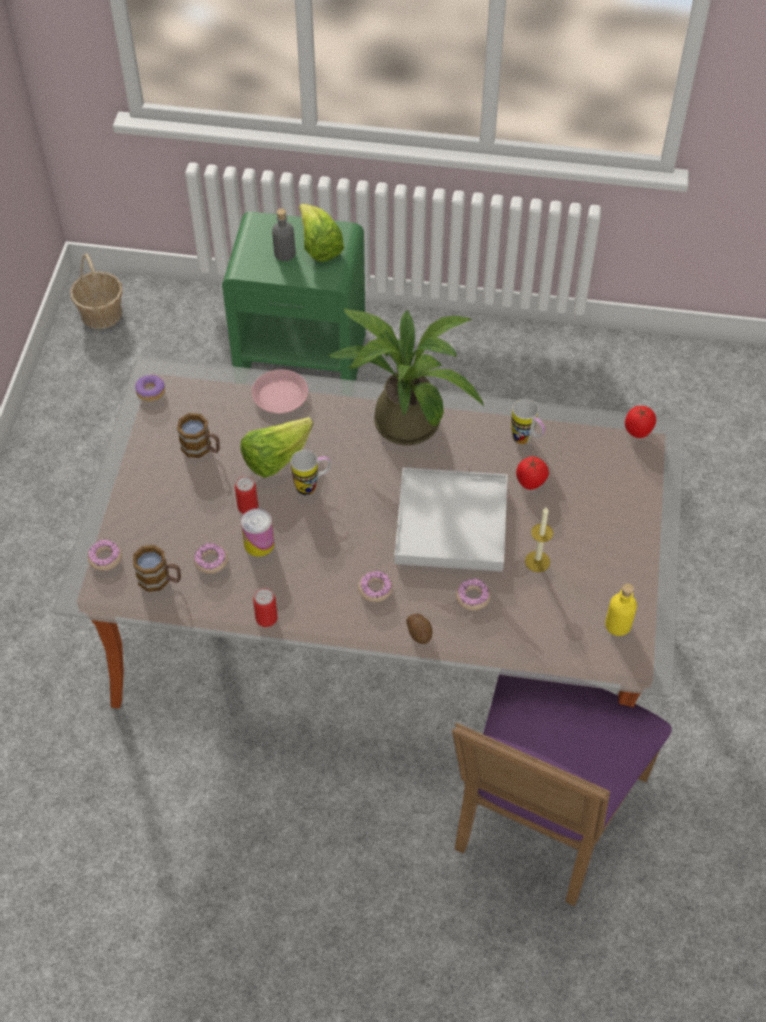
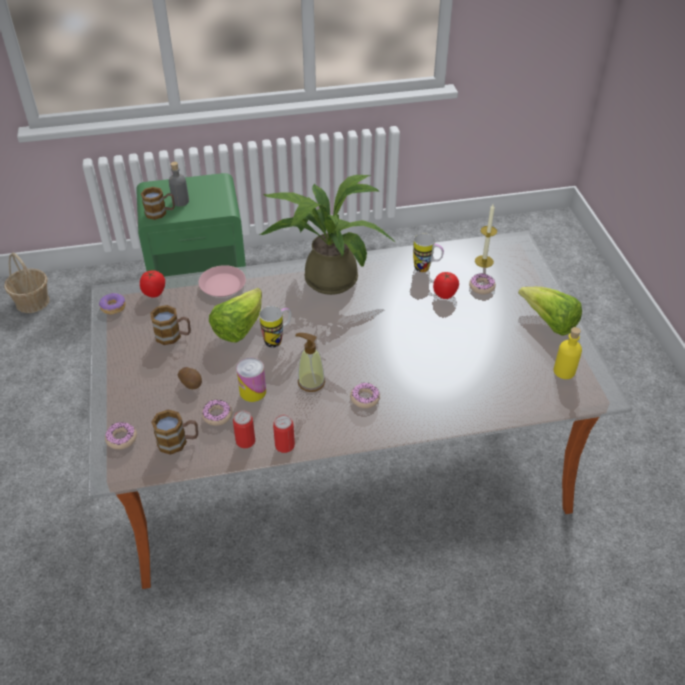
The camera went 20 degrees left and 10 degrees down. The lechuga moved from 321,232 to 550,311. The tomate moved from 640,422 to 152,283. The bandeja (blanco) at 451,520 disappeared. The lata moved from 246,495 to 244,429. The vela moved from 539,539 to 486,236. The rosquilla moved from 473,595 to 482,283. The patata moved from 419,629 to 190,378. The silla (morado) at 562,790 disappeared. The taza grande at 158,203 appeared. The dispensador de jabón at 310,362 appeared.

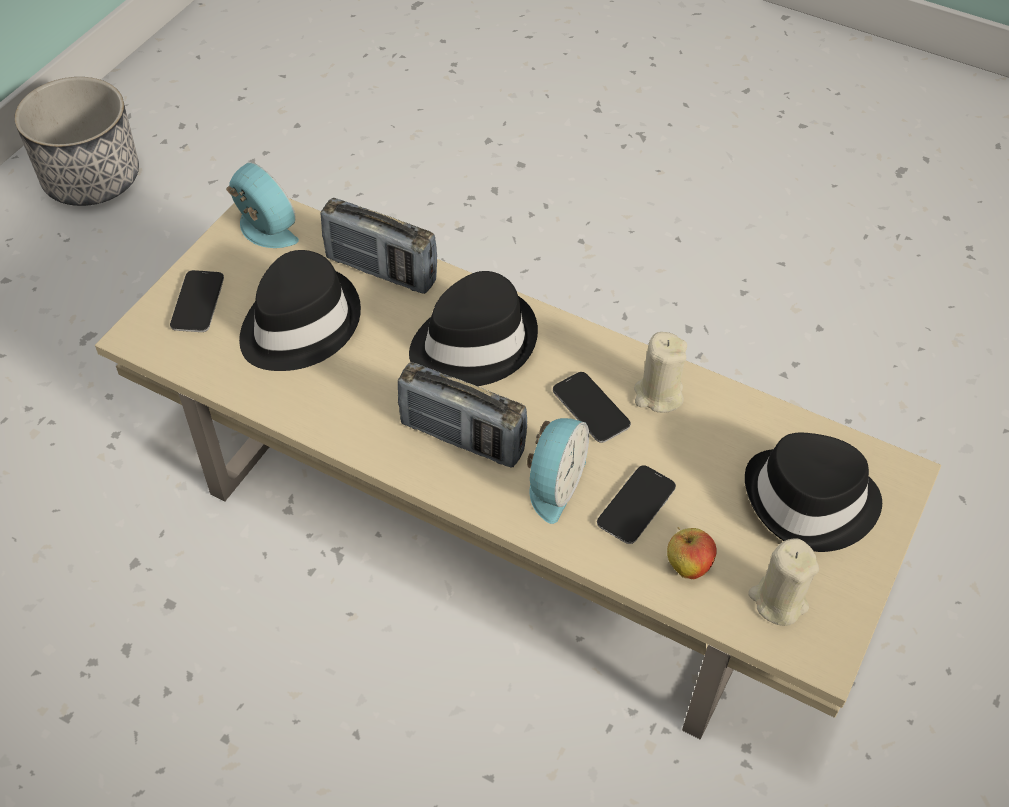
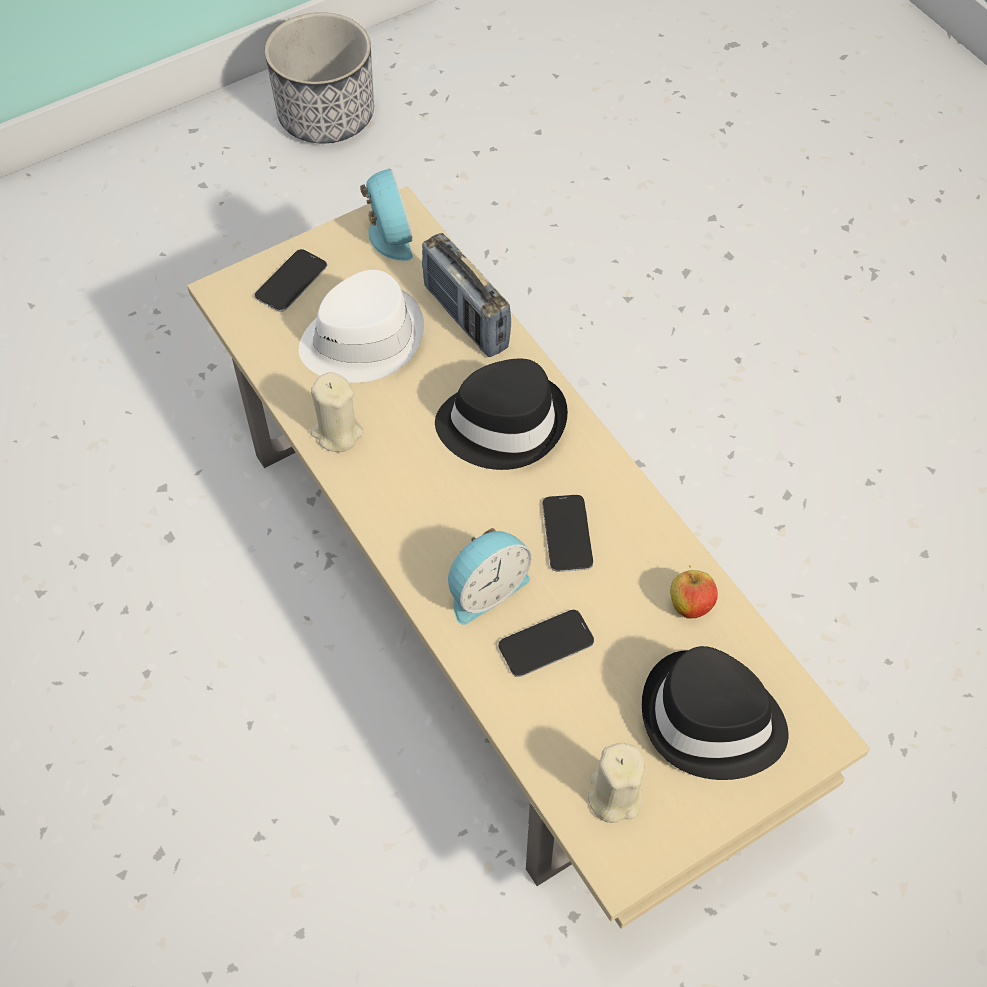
The camera went 30 degrees right and 5 degrees up. The sombrero (negro) at 300,310 became the sombrero (blanco) at 361,326. The vela (beis) moved from 660,372 to 336,412. The radio at 462,415 disappeared. The manzana moved from 692,553 to 694,591.

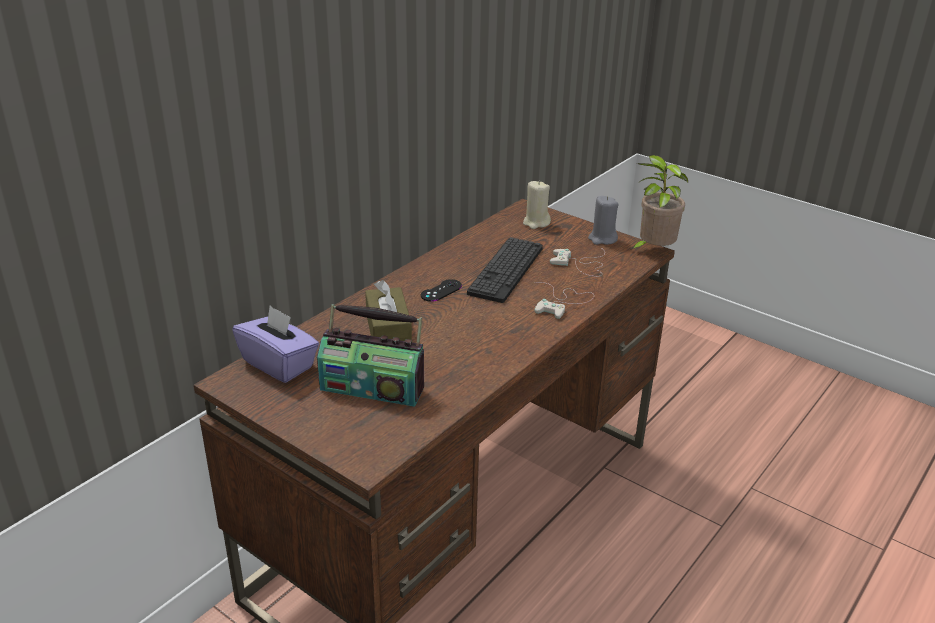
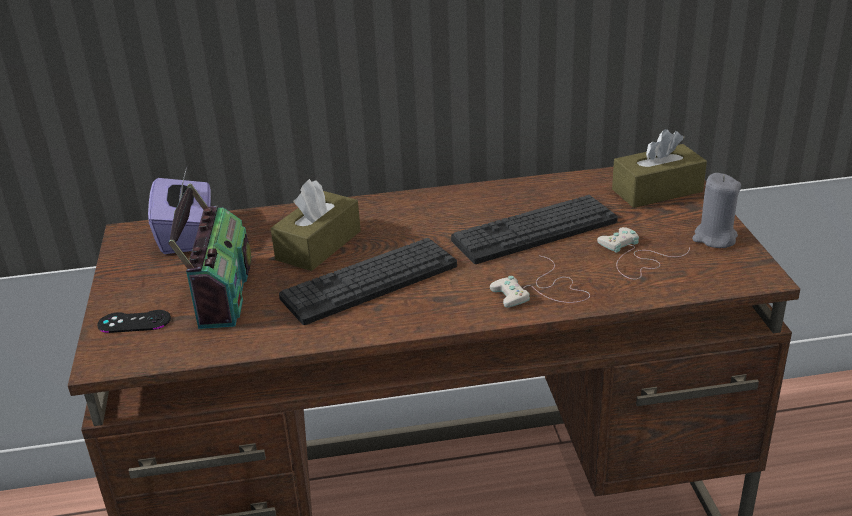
The camera went 45 degrees right and 0 degrees up. The planta en maceta at 659,202 disappeared. The vela (beis) at 537,205 was replaced by the caja de pañuelos (marrón) at 659,168. The mando de consola (negro) moved from 441,290 to 134,321. The radio at 370,355 turned 150 degrees counterclockwise. The teclado at 368,281 appeared.

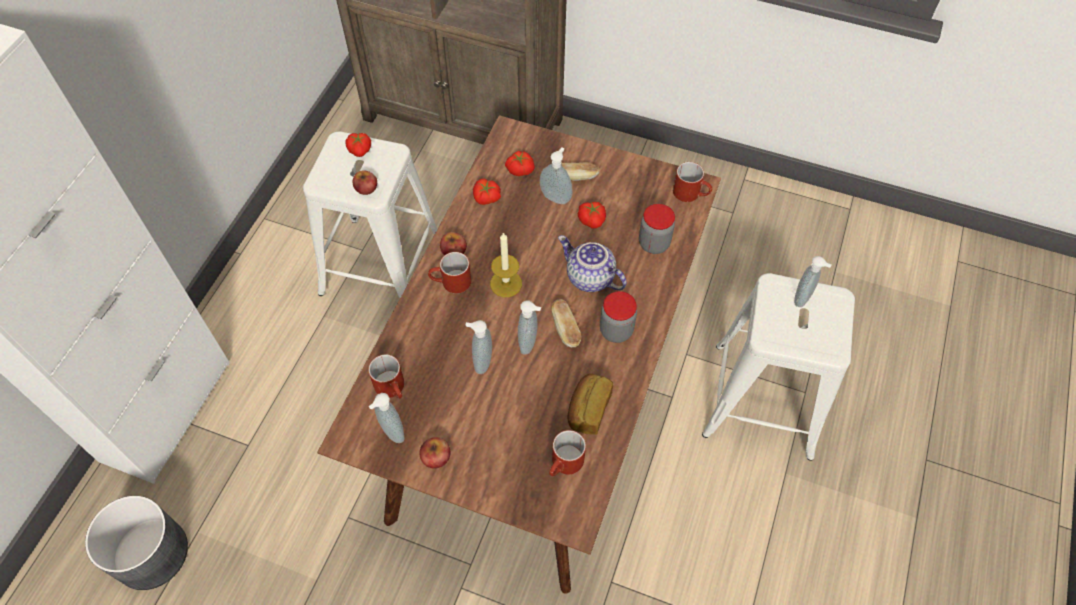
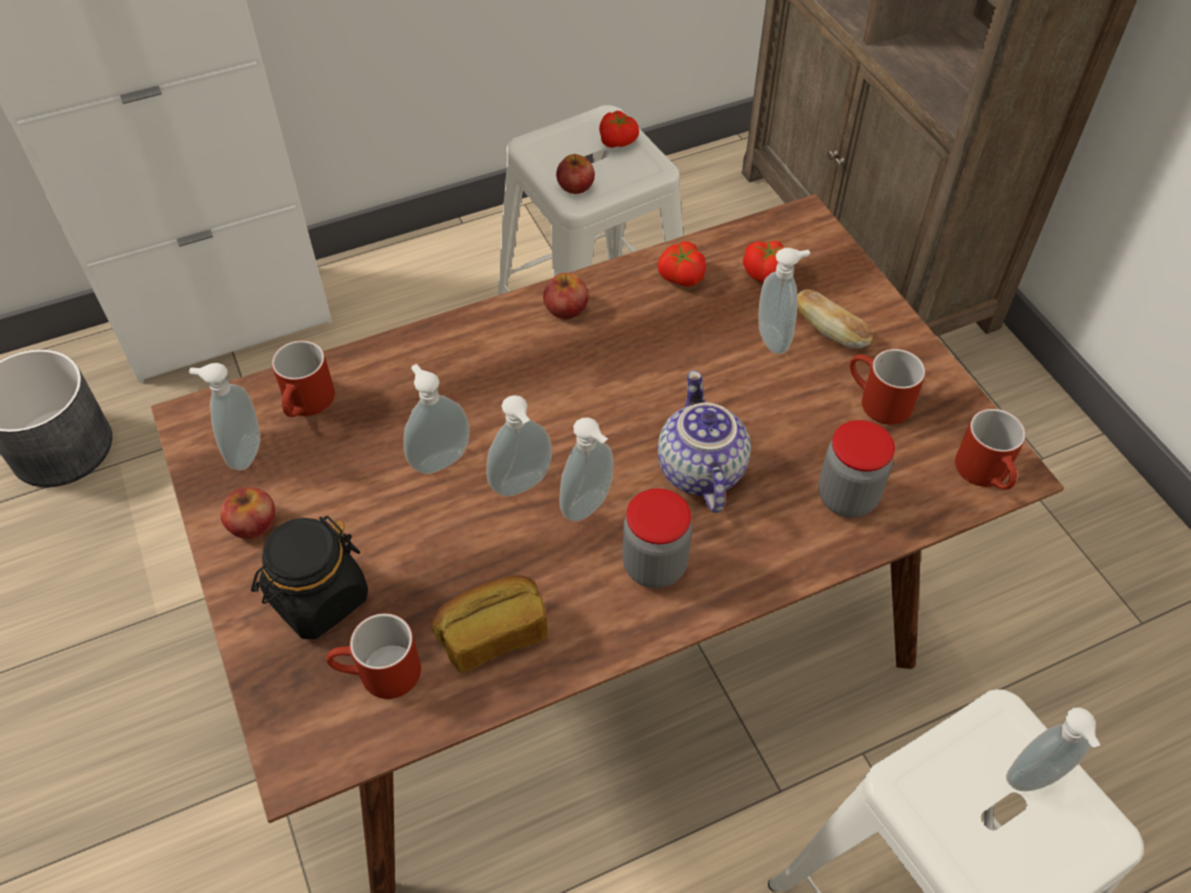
The camera went 45 degrees right and 5 degrees down. The tomate at 592,215 disappeared. The vela at 506,264 disappeared. The taza grande (rojo) moved from 449,273 to 888,387. The pan at 566,323 was replaced by the dispensador de jabón at 586,469. The tarro (negro) at 309,577 appeared.

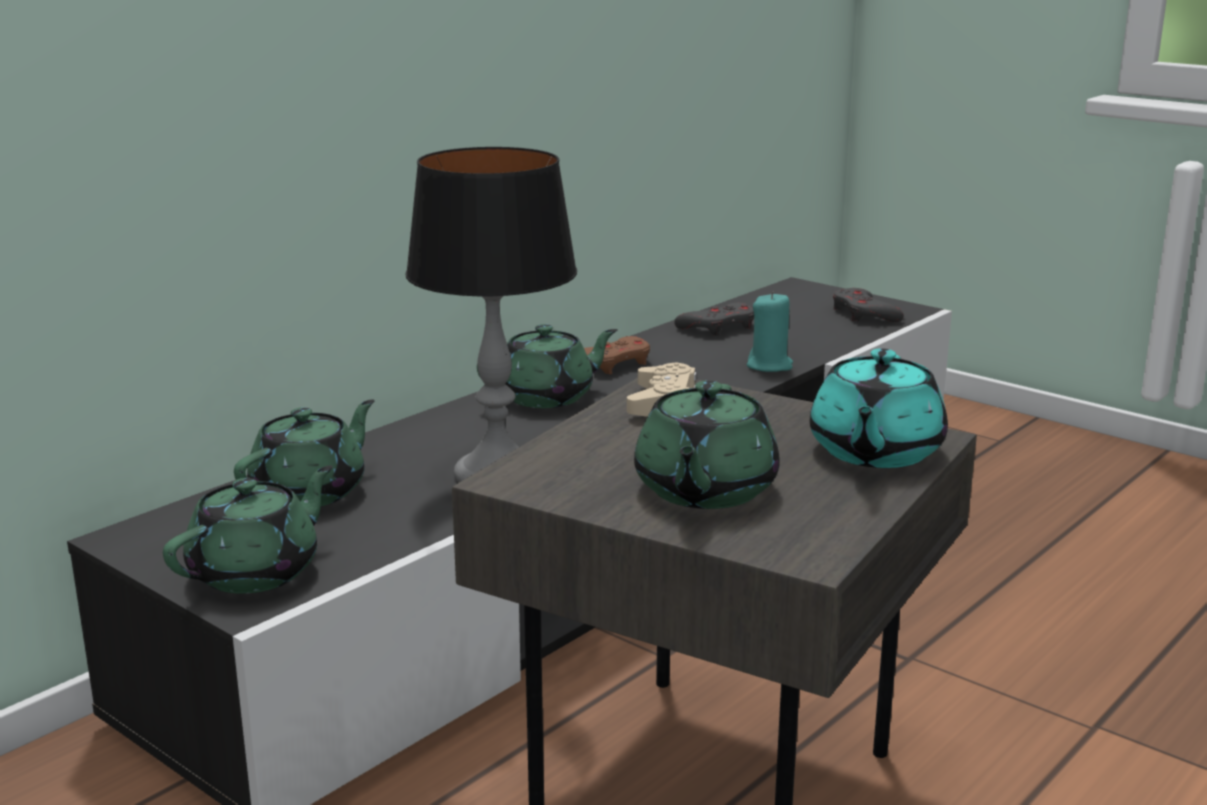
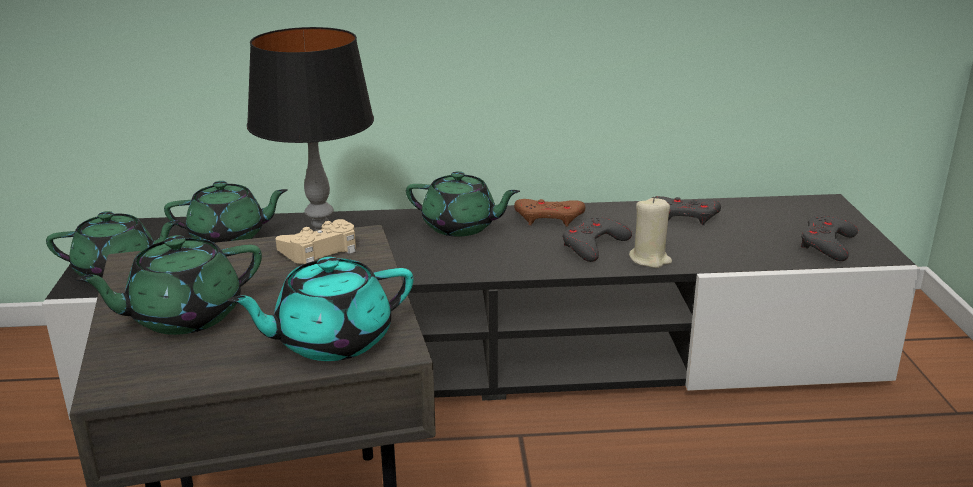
The camera went 45 degrees right and 5 degrees up. The vela (turquesa) at 770,332 became the vela (beis) at 650,232. The mando de consola (gris) at 597,239 appeared.

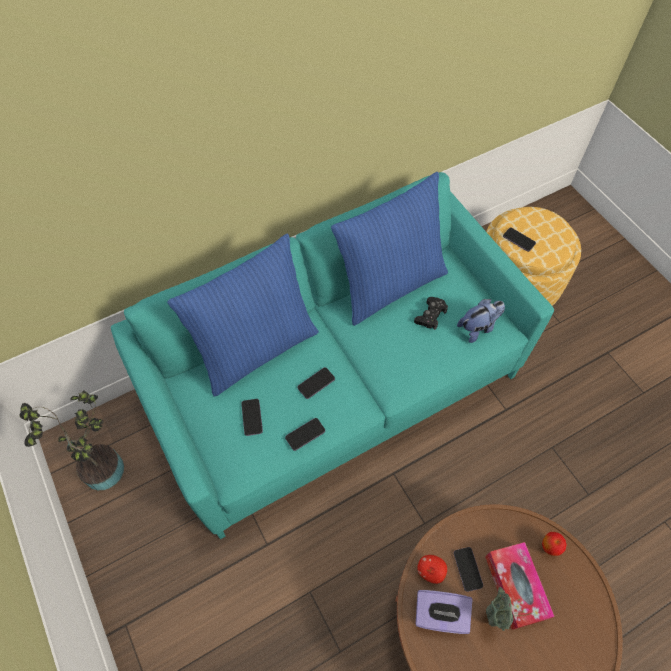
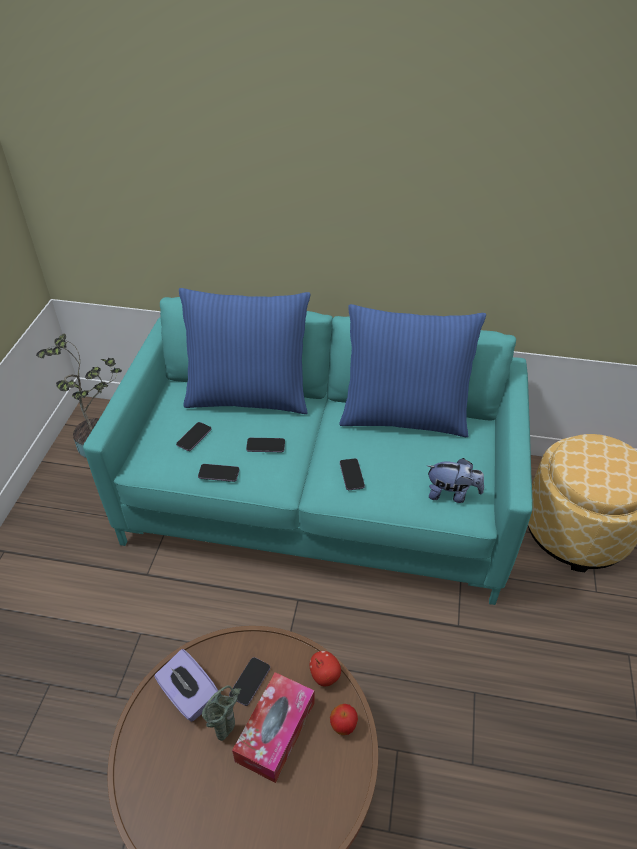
The camera went 40 degrees right and 15 degrees down. The móvil moved from 519,240 to 352,474. The mando de consola (negro) at 431,313 disappeared. The manzana moved from 432,569 to 325,668.

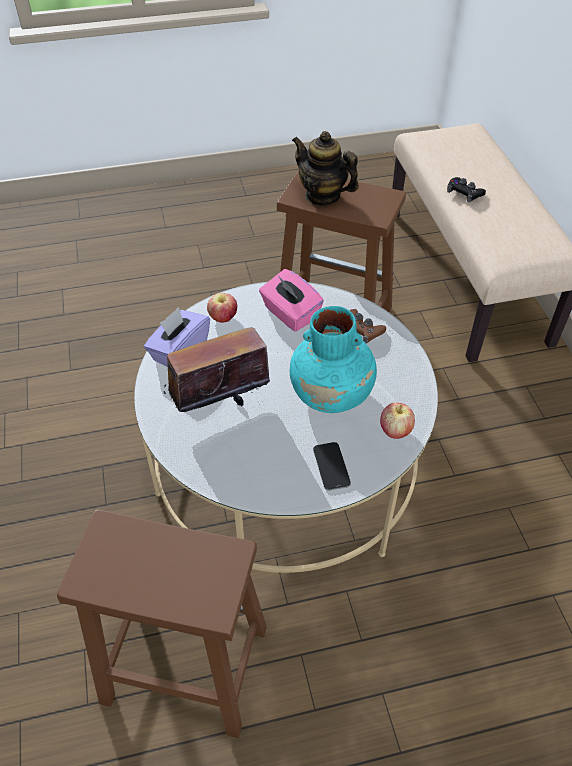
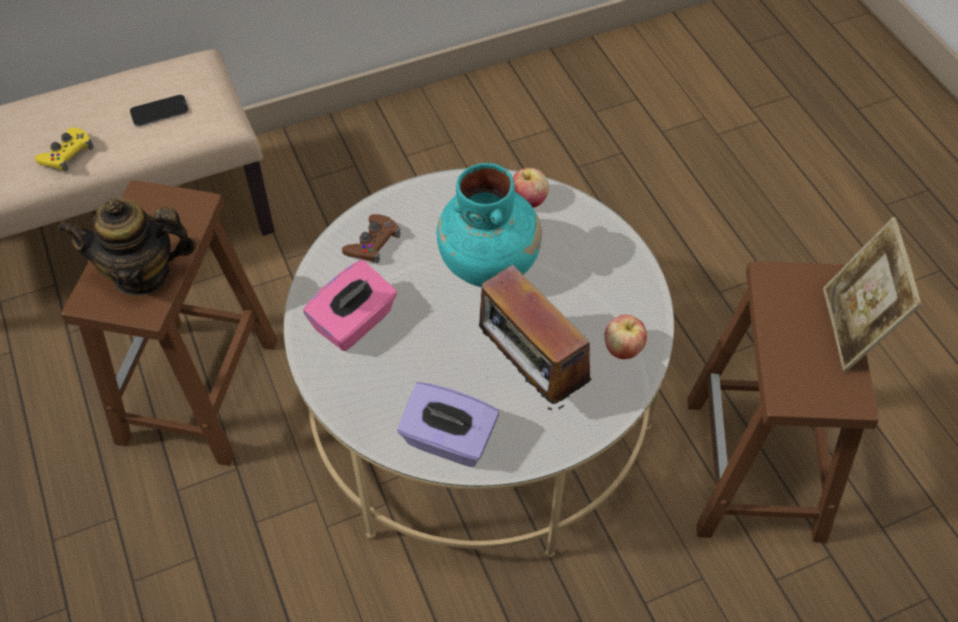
The camera went 100 degrees left and 5 degrees up. The tetera at 325,168 turned 60 degrees clockwise. The mando de consola (negro) at 466,190 became the mando de consola (amarillo) at 64,150. The manzana moved from 222,308 to 626,337. The móvil moved from 332,466 to 159,111. The portarretratos at 872,294 appeared.

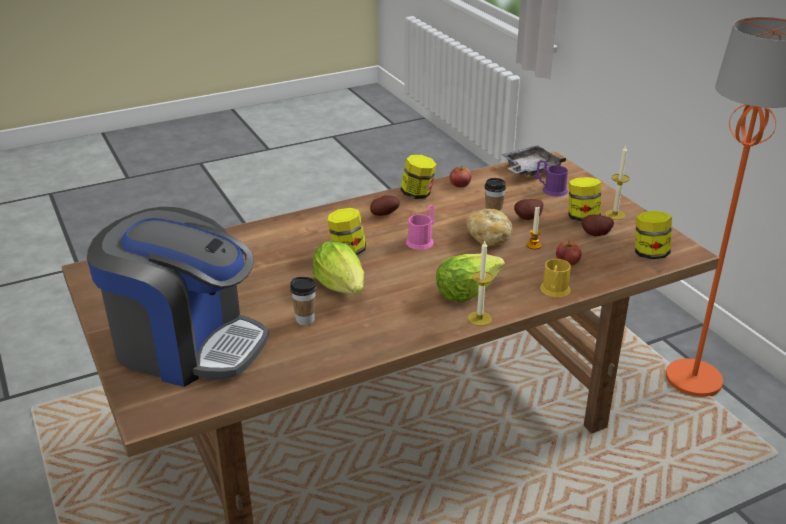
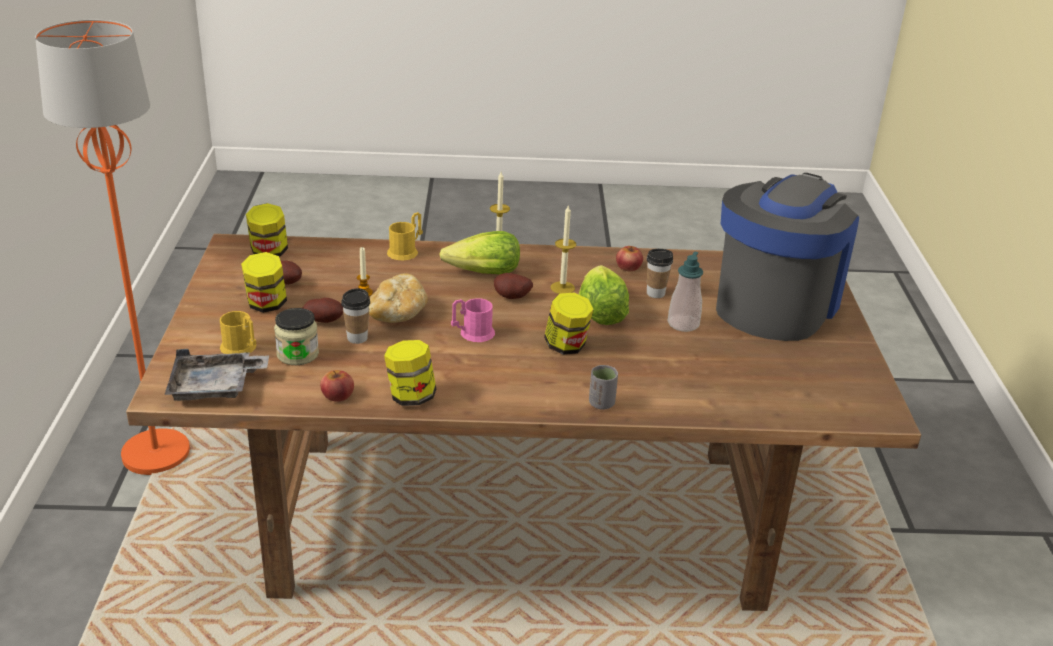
The camera went 155 degrees left and 0 degrees up. The vela moved from 617,182 to 563,250. The taza grande (morado) at 551,178 became the taza grande (amarillo) at 238,332. The patata moved from 385,205 to 513,286. The cafetera at 178,297 turned 75 degrees clockwise. The manzana moved from 569,253 to 629,258. The dispensador de jabón at 685,291 appeared. The tarro at 296,336 appeared. The taza (gris) at 603,387 appeared.

